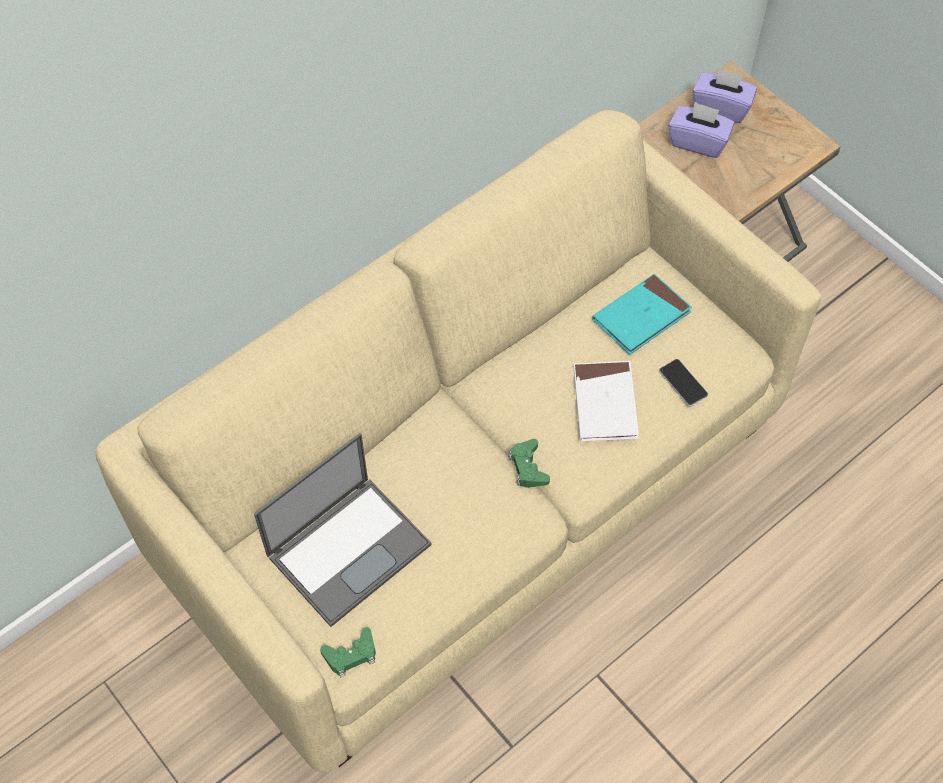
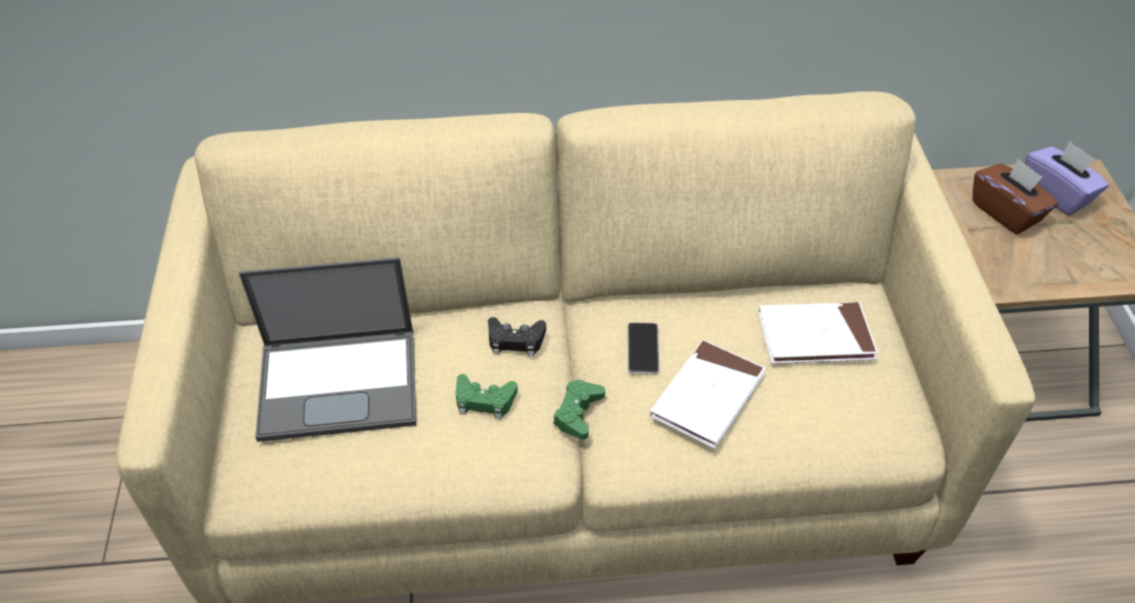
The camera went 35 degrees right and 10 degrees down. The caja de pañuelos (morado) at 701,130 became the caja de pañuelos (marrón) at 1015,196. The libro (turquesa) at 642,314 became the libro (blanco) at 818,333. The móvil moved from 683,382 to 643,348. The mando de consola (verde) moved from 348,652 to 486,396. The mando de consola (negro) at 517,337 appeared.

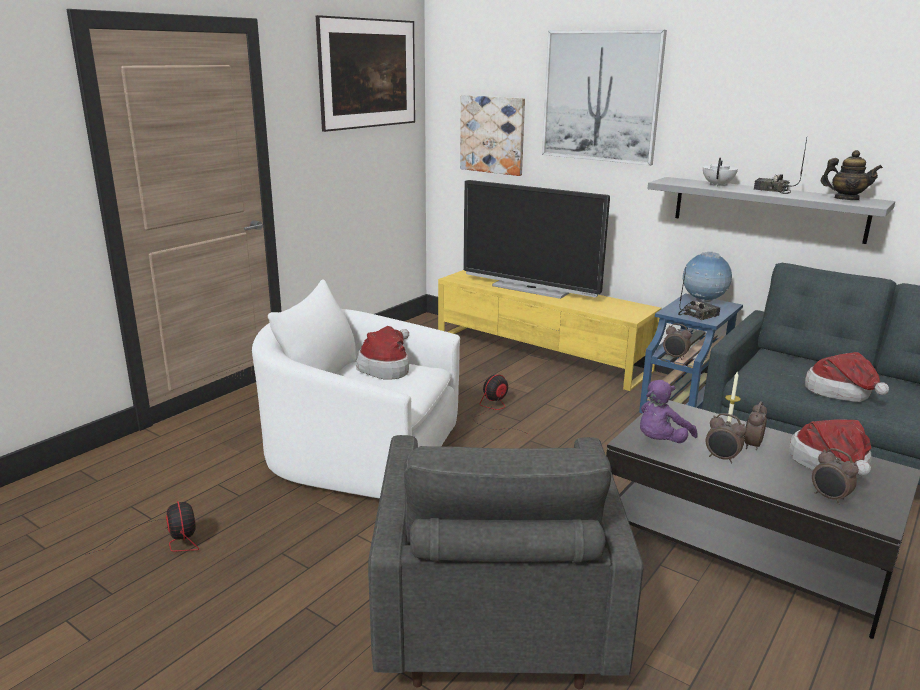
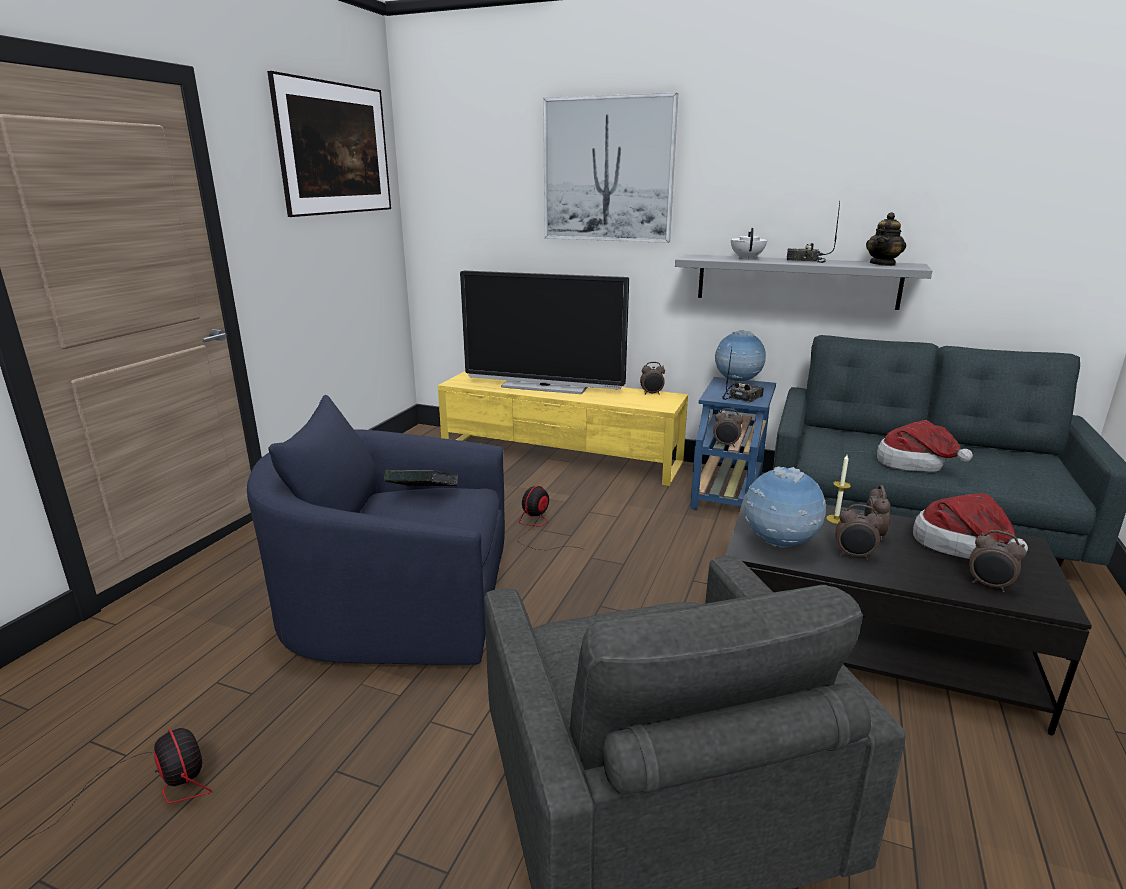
The camera went 15 degrees left and 0 degrees up. The cuadro at 492,135 disappeared. The tetera at 852,175 turned 120 degrees clockwise. The sillón (blanco) at 356,389 became the sillón (azul) at 376,530. The sombrero at 382,353 was replaced by the libro at 421,478. The peluche (morado) at 668,411 was replaced by the globo terráqueo at 785,507. The despertador at 652,378 appeared.

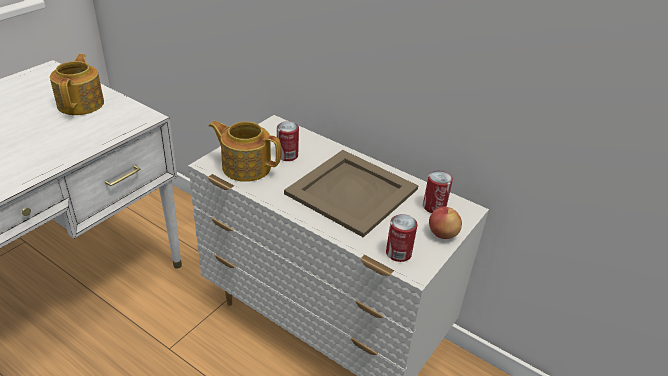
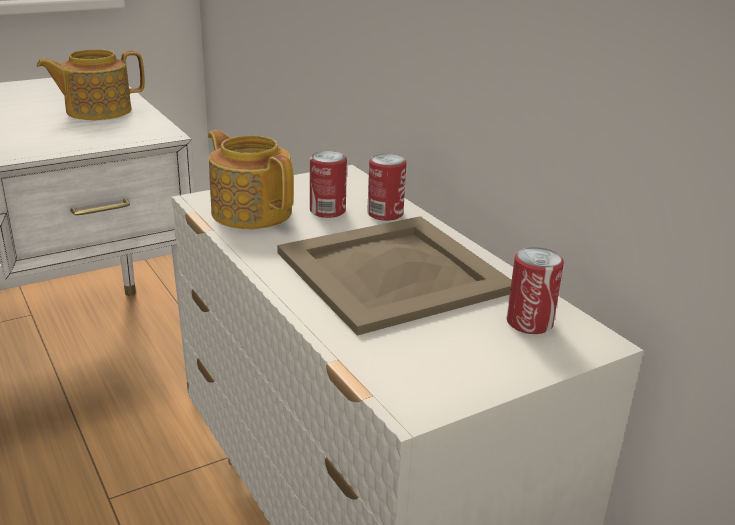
The camera went 25 degrees right and 10 degrees down. The tetera at 77,84 turned 135 degrees counterclockwise. The manzana at 445,223 disappeared. The lata moved from 402,238 to 386,187.

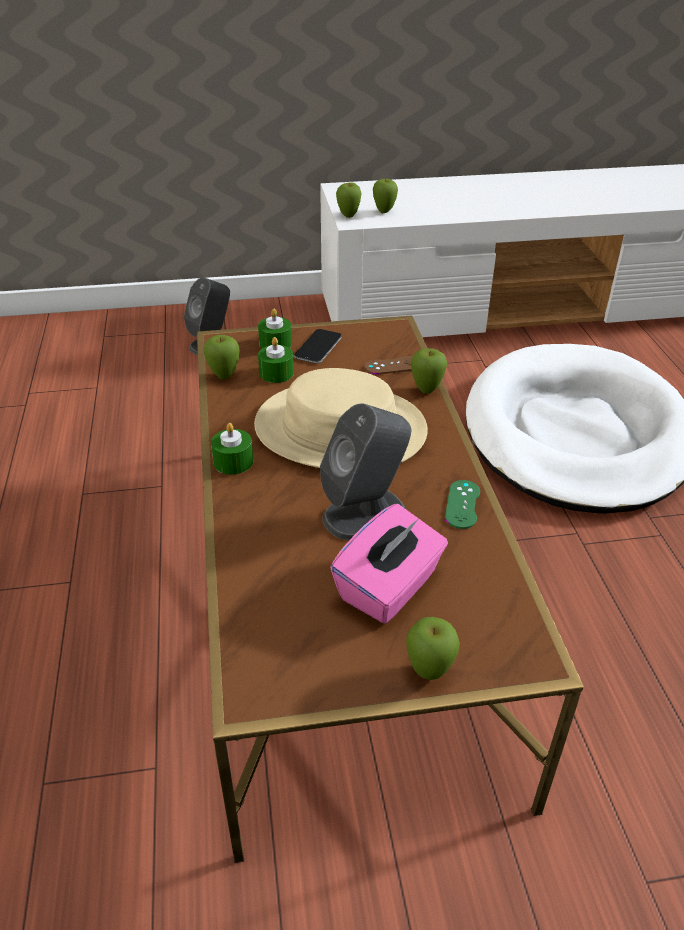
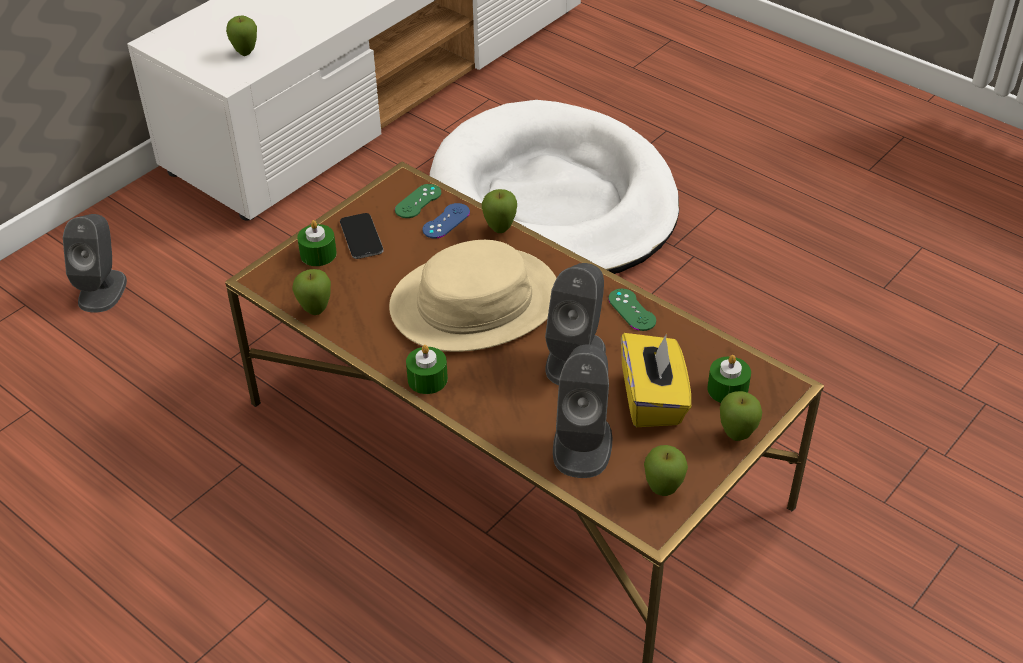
The camera went 40 degrees left and 5 degrees up. The manzana moved from 349,200 to 666,470. The vela (verde) moved from 276,360 to 729,379. The mando de consola (marrón) at 388,365 became the mando de consola (azul) at 446,221. The caja de pañuelos (rosa) at 389,564 became the caja de pañuelos (amarillo) at 656,380. The mando de consola (verde) at 418,201 appeared. The altavoz (gris) at 582,411 appeared.

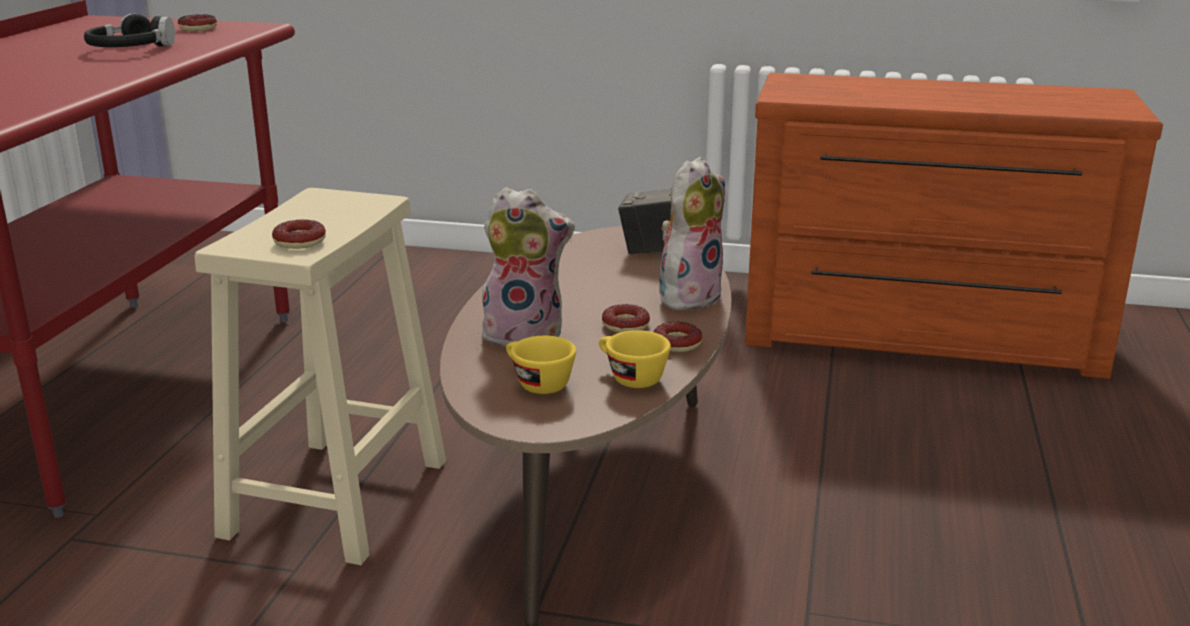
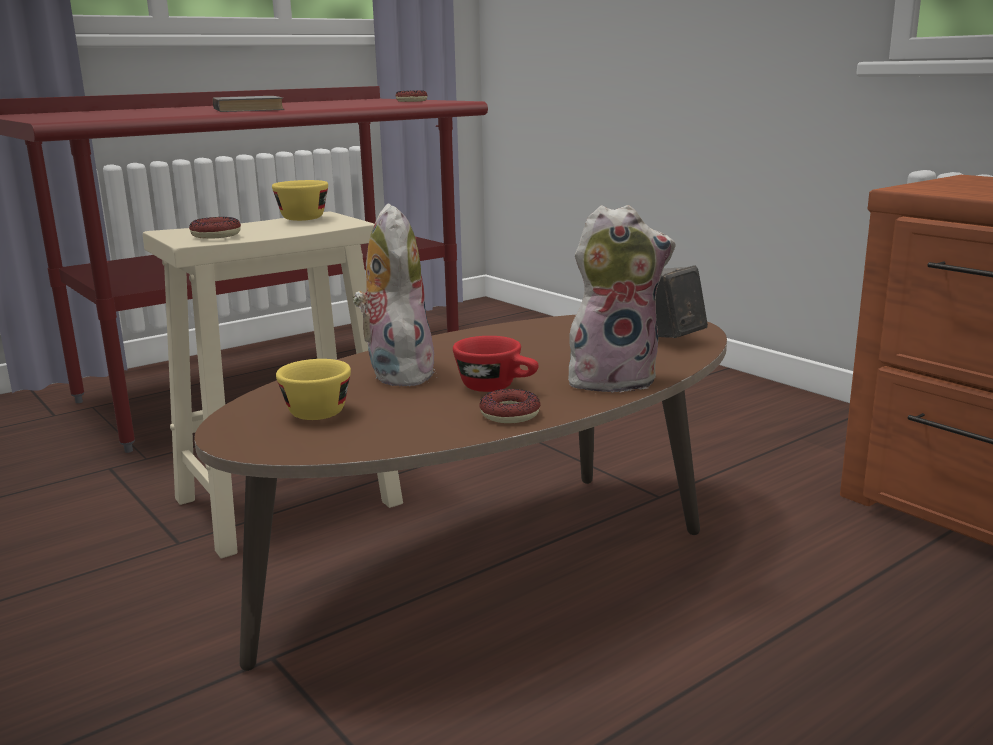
The camera went 40 degrees right and 5 degrees down. The auriculares (negro) at 129,30 disappeared. The peluche at 527,267 turned 150 degrees counterclockwise. The rosquilla at 626,318 was replaced by the taza (rojo) at 496,364. The taza (amarillo) moved from 635,359 to 300,200. The libro (gris) at 248,104 appeared.

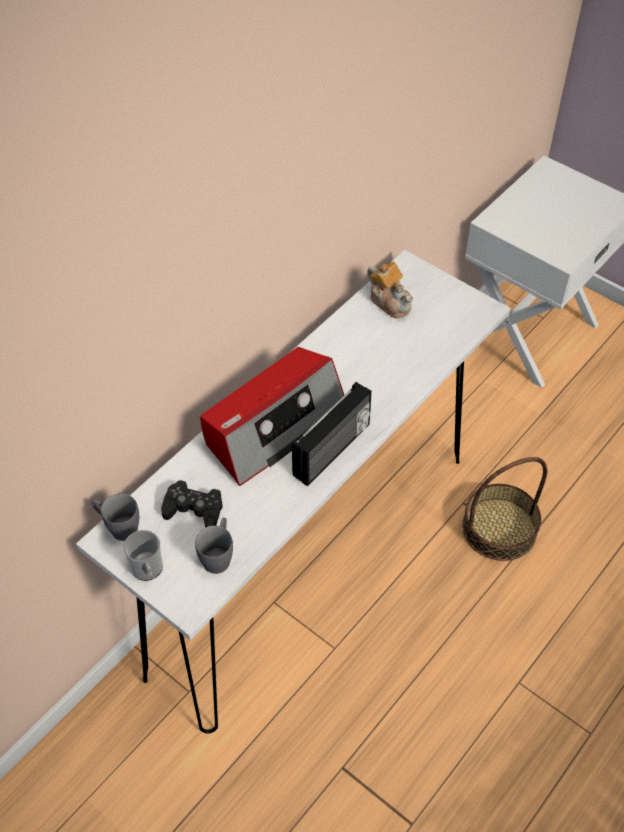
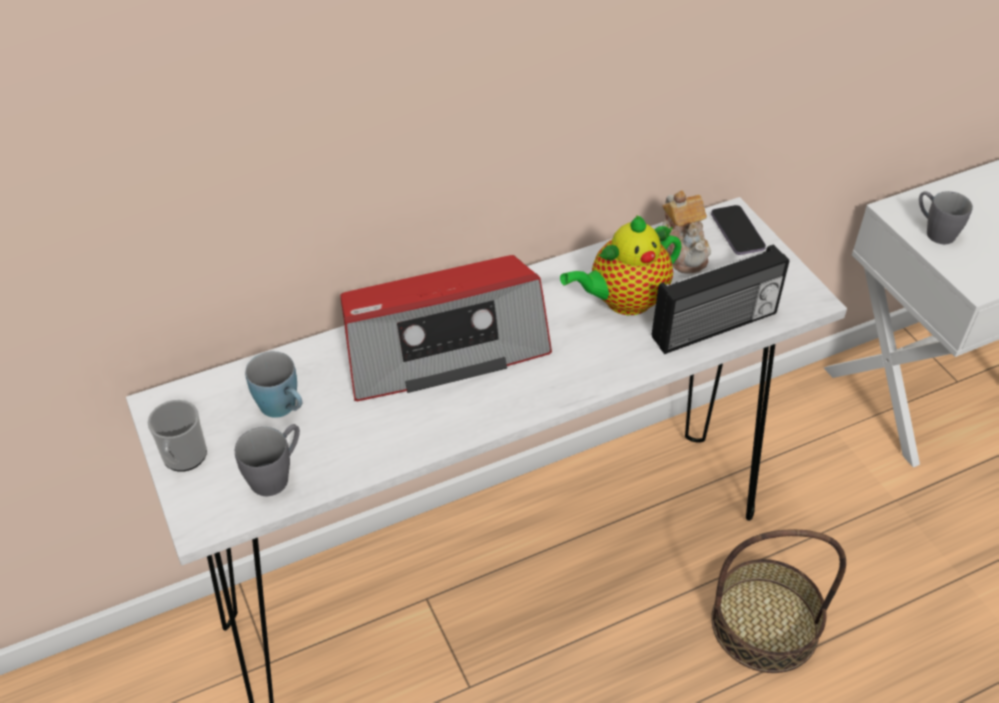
The camera went 25 degrees right and 5 degrees down. The radio moved from 332,434 to 720,299. The mando de consola (negro) at 192,504 was replaced by the taza grande (azul) at 273,384. The taza grande (gris) moved from 115,517 to 946,217. The móvil at 738,230 appeared. The tetera at 620,265 appeared.

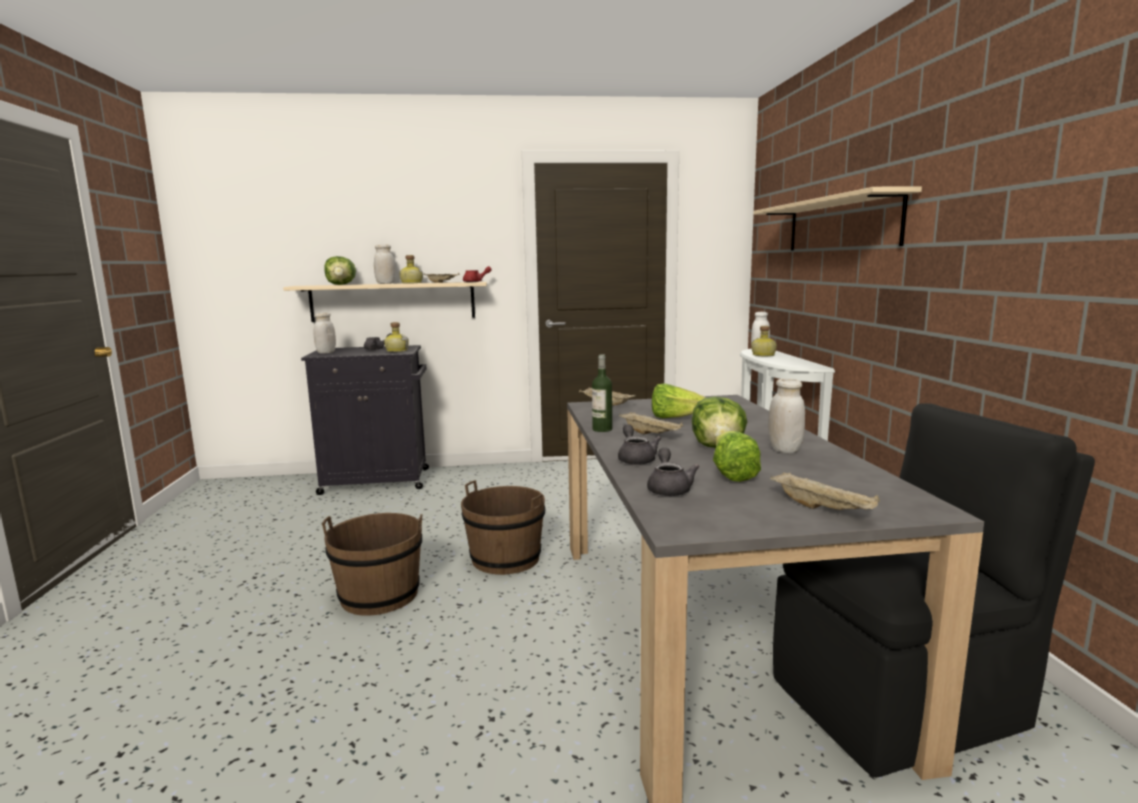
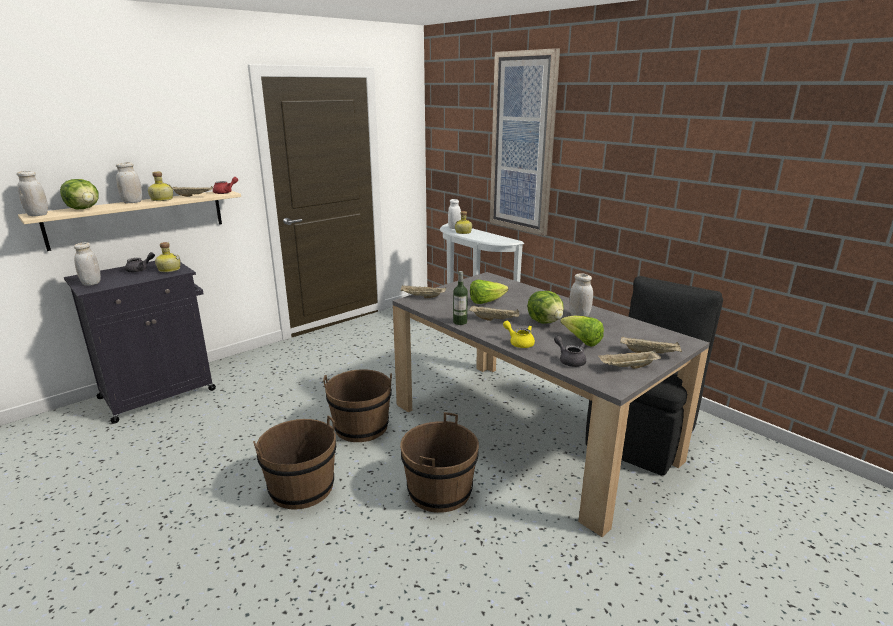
The camera went 35 degrees left and 10 degrees up. The estante (beis) at 837,218 was replaced by the cuadro at 525,142. The tetera (gris) at 639,444 became the tetera (amarillo) at 519,334. The tarro (blanco) at 32,193 appeared. The bandeja (beis) at 629,359 appeared. The cubo (marrón) at 439,462 appeared.

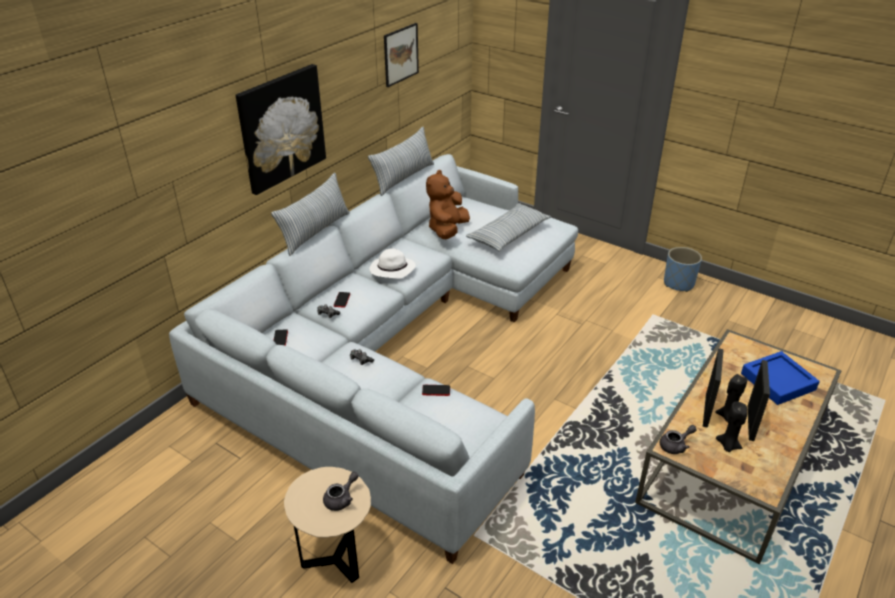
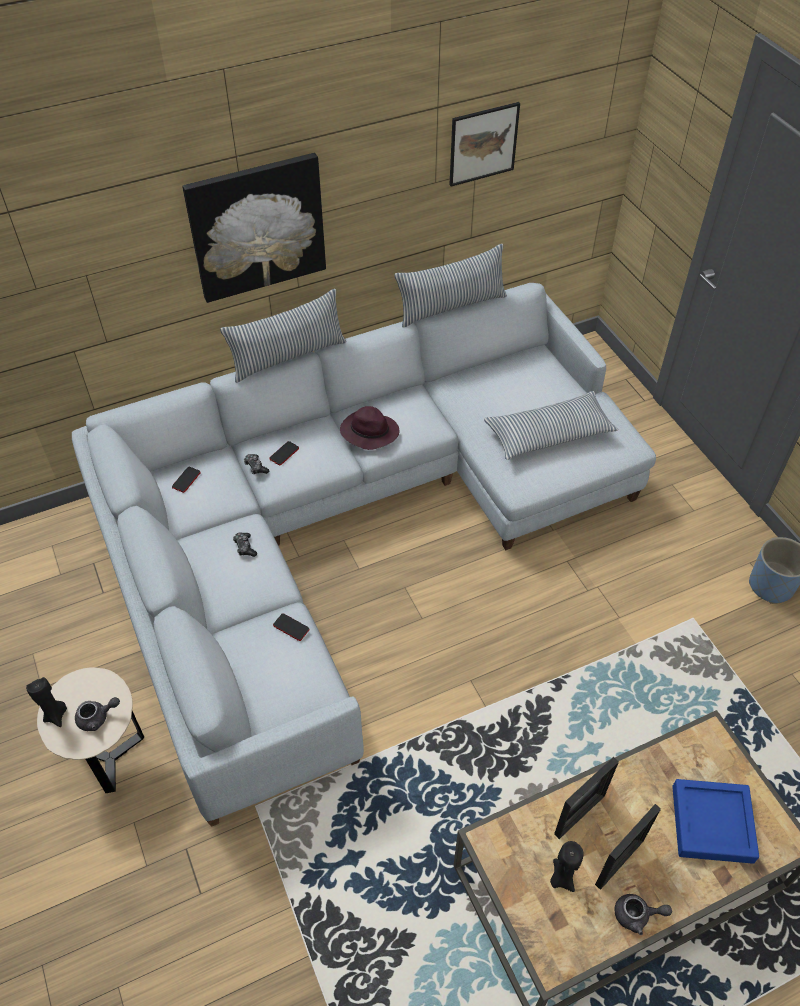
The camera went 30 degrees right and 15 degrees up. The peluche (marrón) at 448,204 disappeared. The sombrero (blanco) at 392,263 became the sombrero (morado) at 369,428. The vela (negro) moved from 731,398 to 46,702. The tetera (gris) moved from 678,439 to 643,914.

